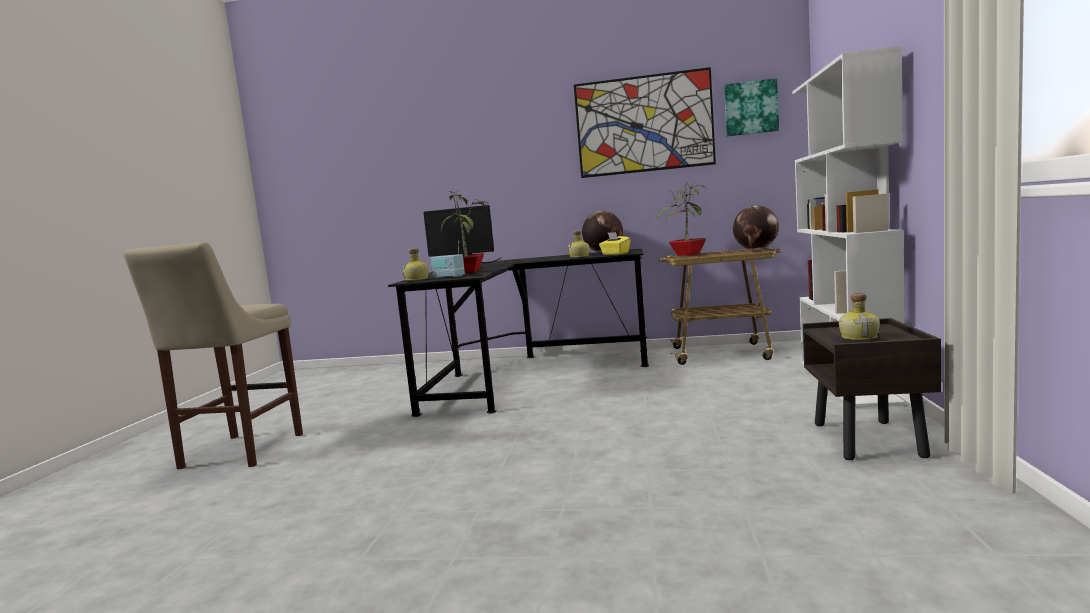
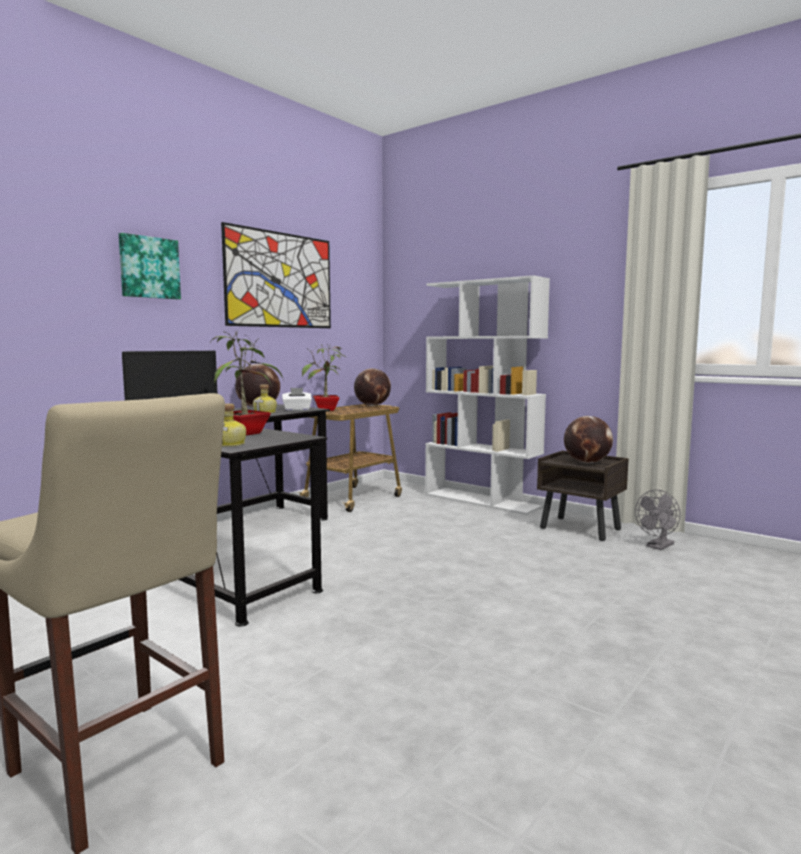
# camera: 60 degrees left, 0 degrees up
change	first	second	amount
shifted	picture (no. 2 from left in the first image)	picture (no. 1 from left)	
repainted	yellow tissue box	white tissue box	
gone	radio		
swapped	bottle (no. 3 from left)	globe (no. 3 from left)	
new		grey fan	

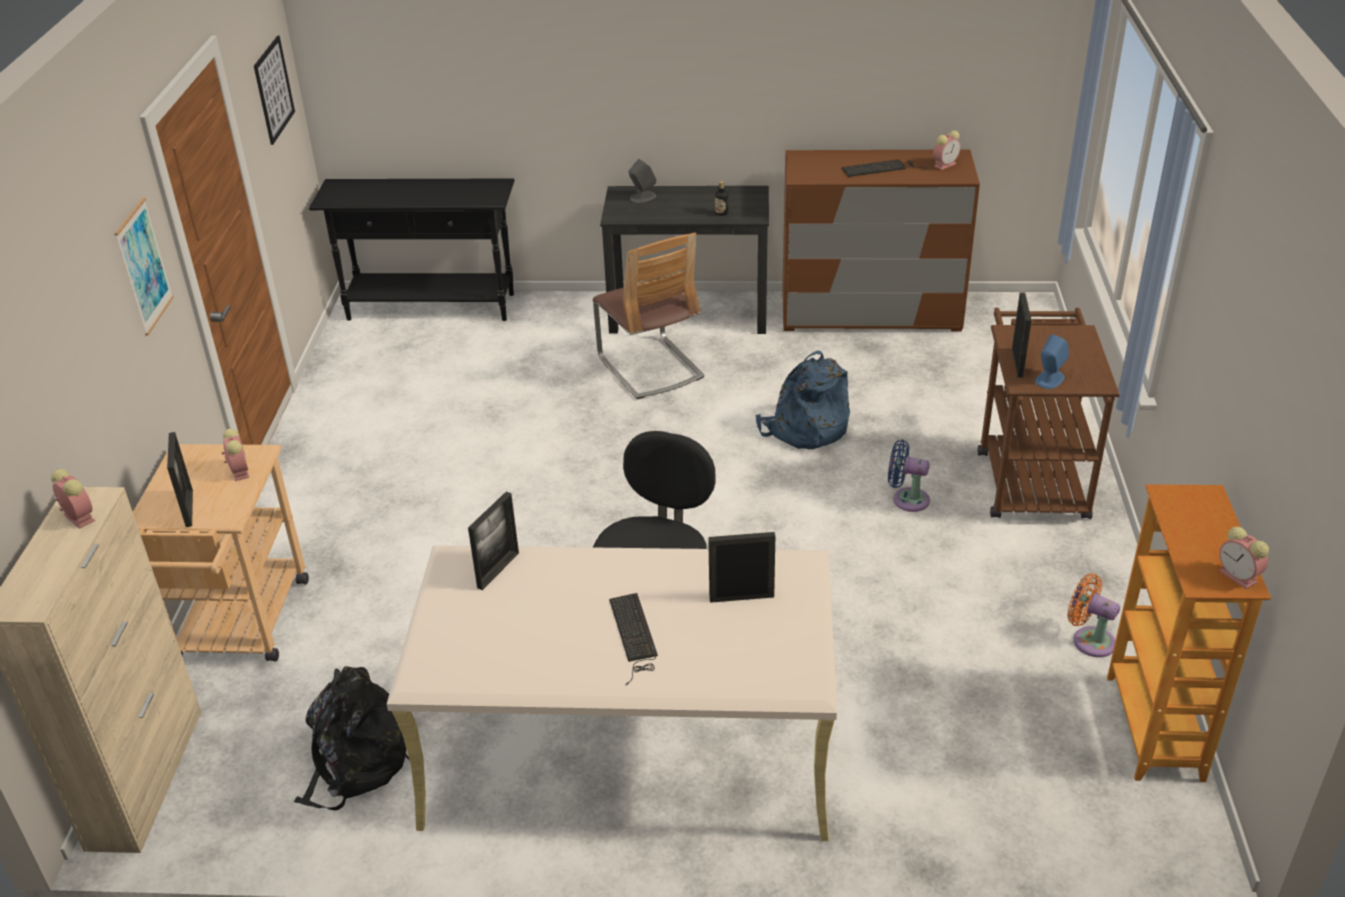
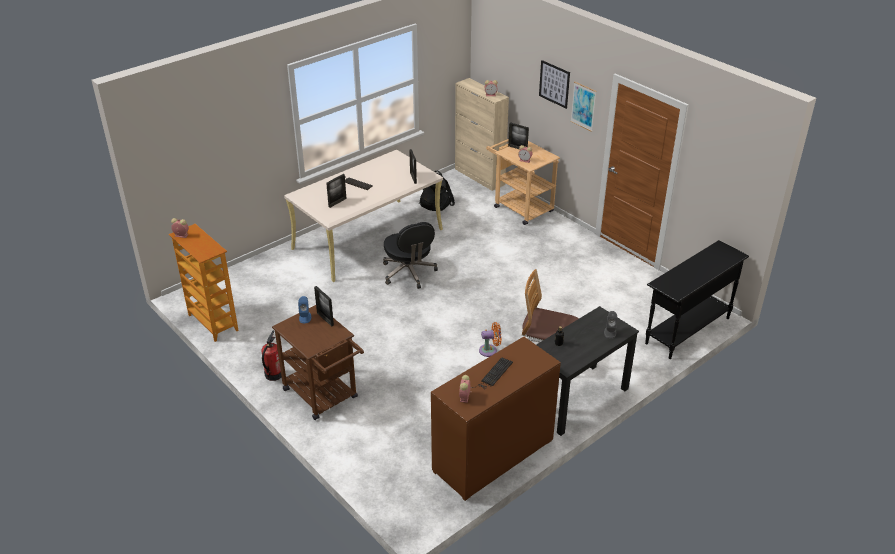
# camera: 135 degrees right, 0 degrees up
change	first	second	amount
shifted	picture (no. 2 from left in the first image)	picture (no. 1 from left)	
gone	blue backpack		
gone	blue fan		
shifted	orange fan		
new		fire extinguisher	

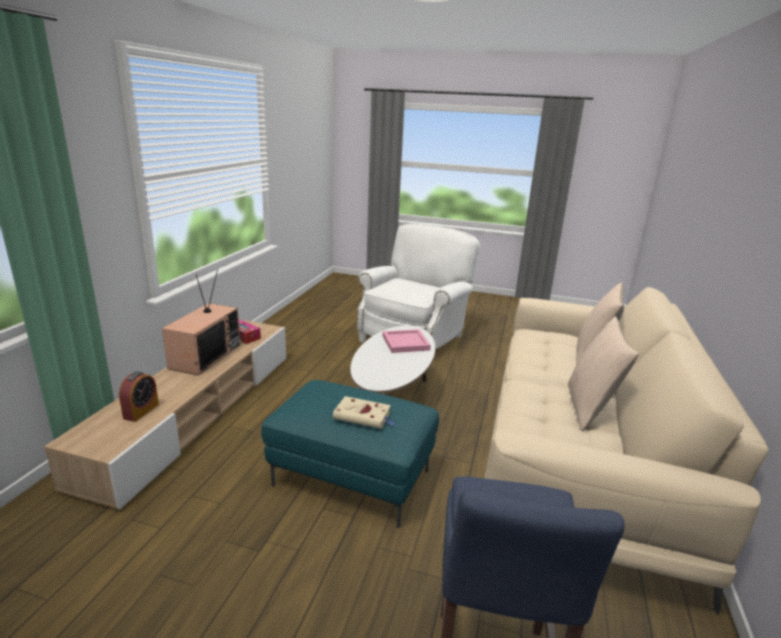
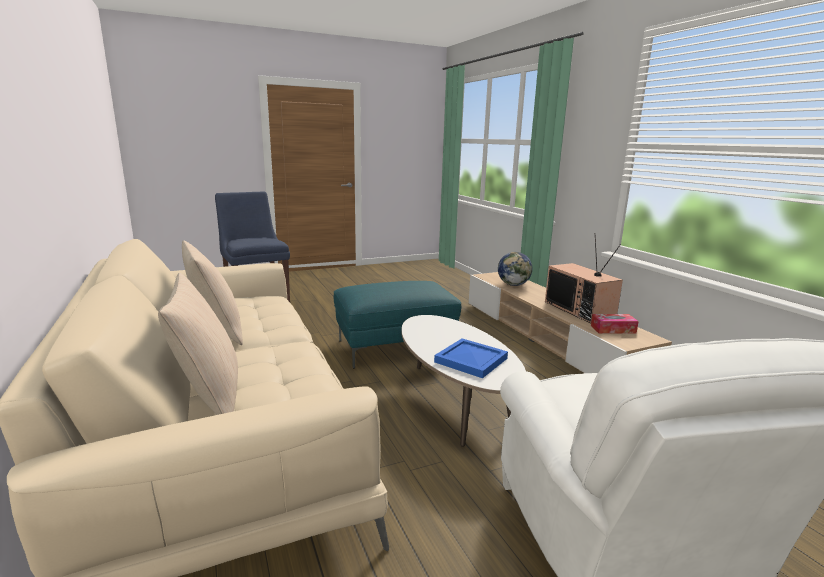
# camera: 140 degrees right, 5 degrees down
change	first	second	amount
repainted	pink tray	blue tray	
swapped	alarm clock	globe	
gone	beige book		

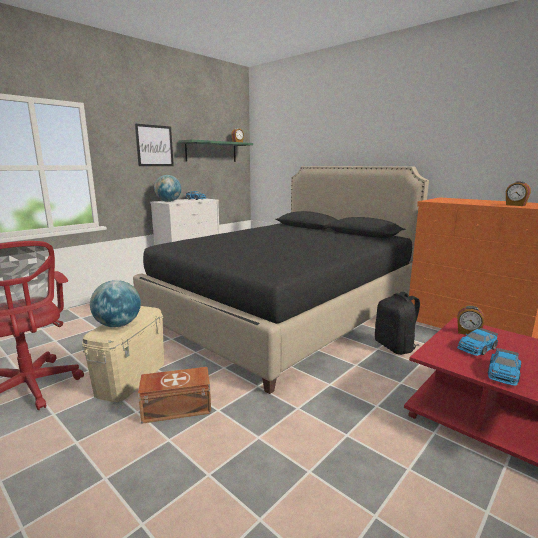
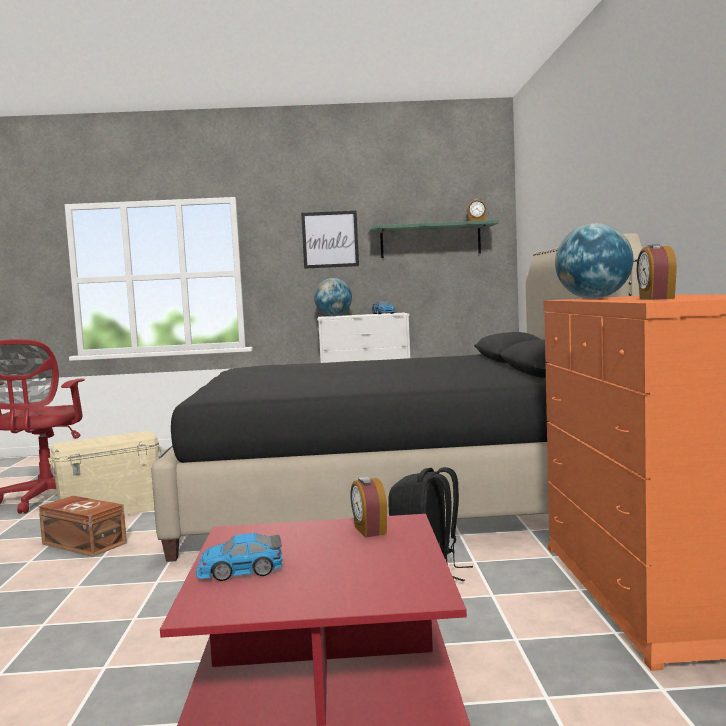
# camera: 45 degrees right, 10 degrees down
change	first	second	amount
shifted	globe (no. 1 from left in the first image)	globe (no. 2 from left)	
gone	toy car (no. 2 from left)		

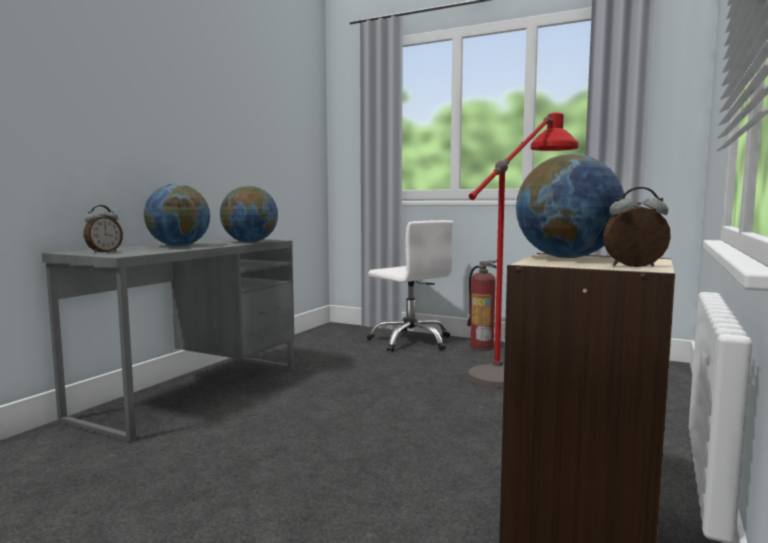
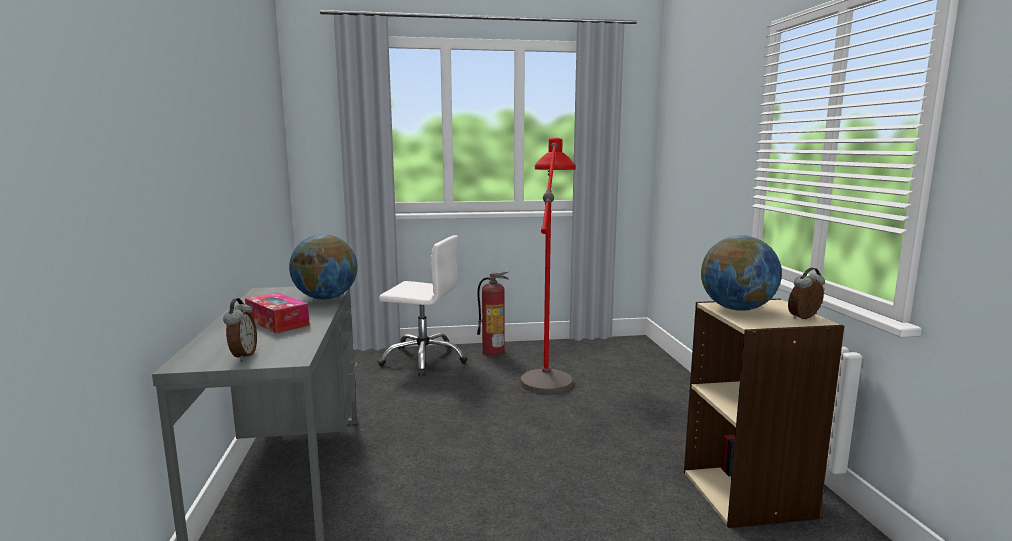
# camera: 35 degrees left, 5 degrees up
change	first	second	amount
swapped	globe (no. 1 from left)	tissue box	

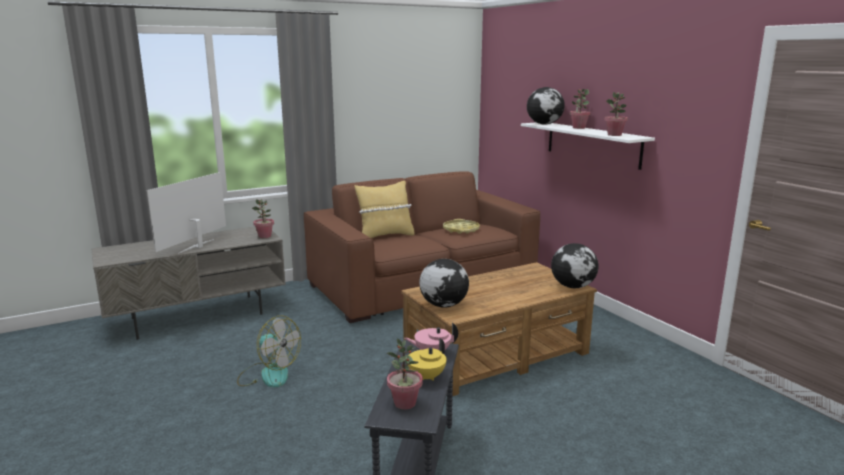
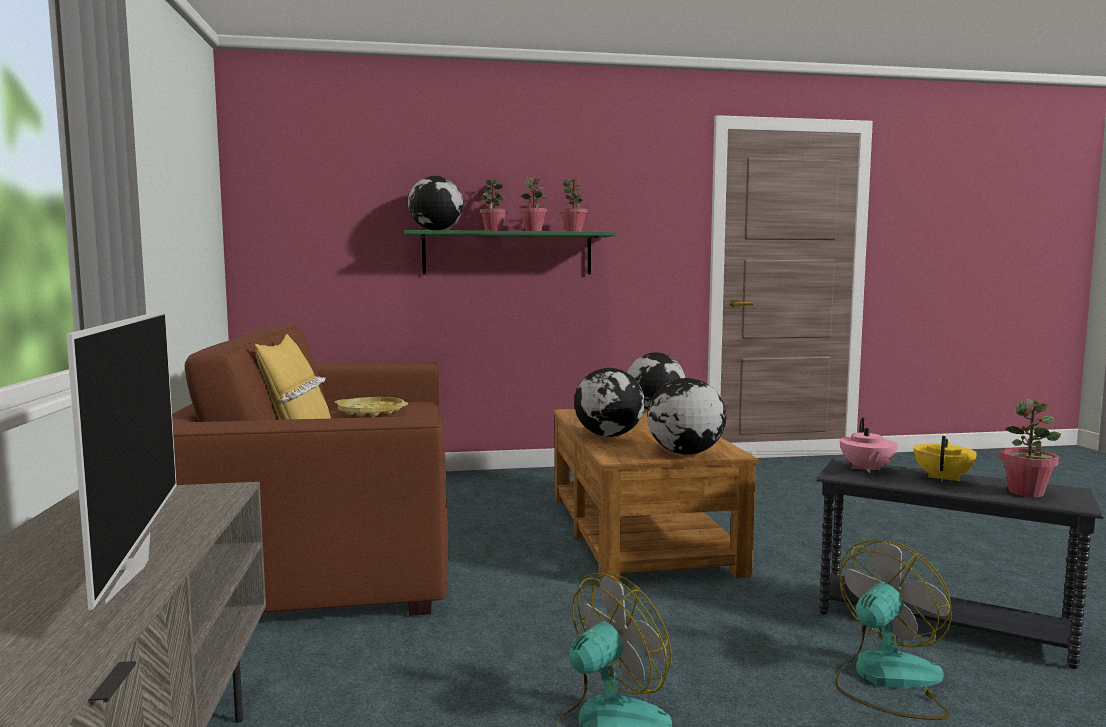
# camera: 70 degrees left, 10 degrees down
change	first	second	amount
repainted	white shelf	green shelf	
rotated	television		150 degrees counterclockwise
shifted	potted plant (no. 1 from left in the first image)	potted plant (no. 2 from left)	
rotated	yellow teapot		120 degrees counterclockwise
new		globe (no. 2 from left)	
new		fan (no. 2 from left)	

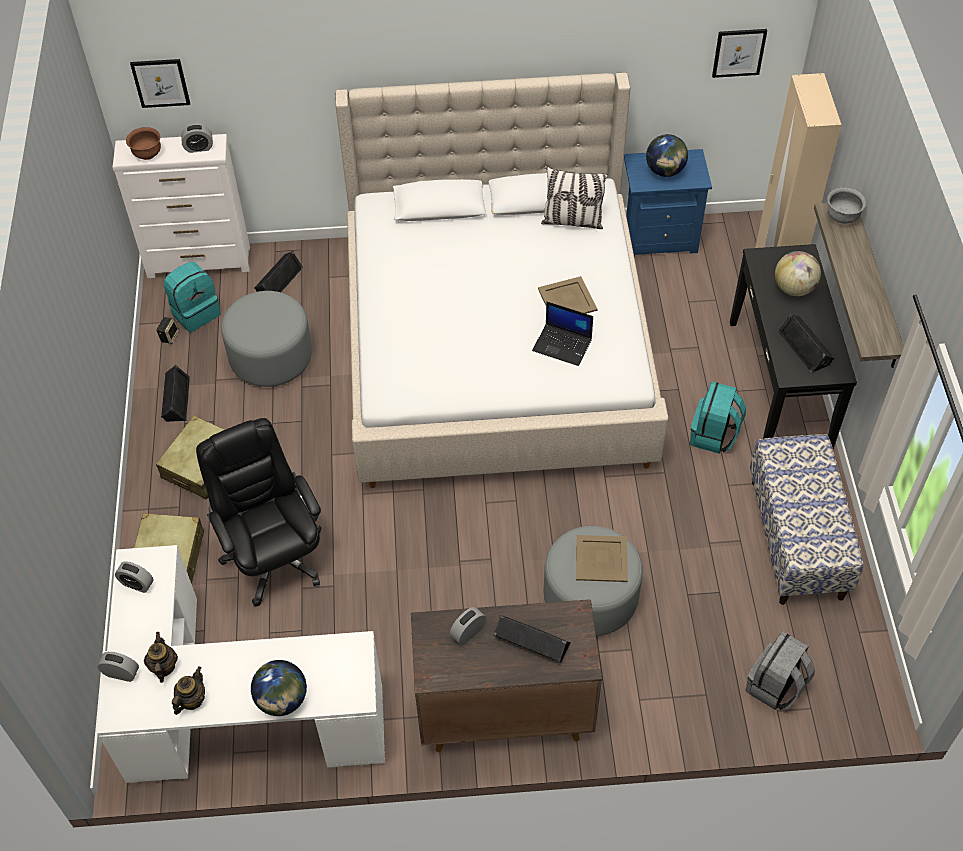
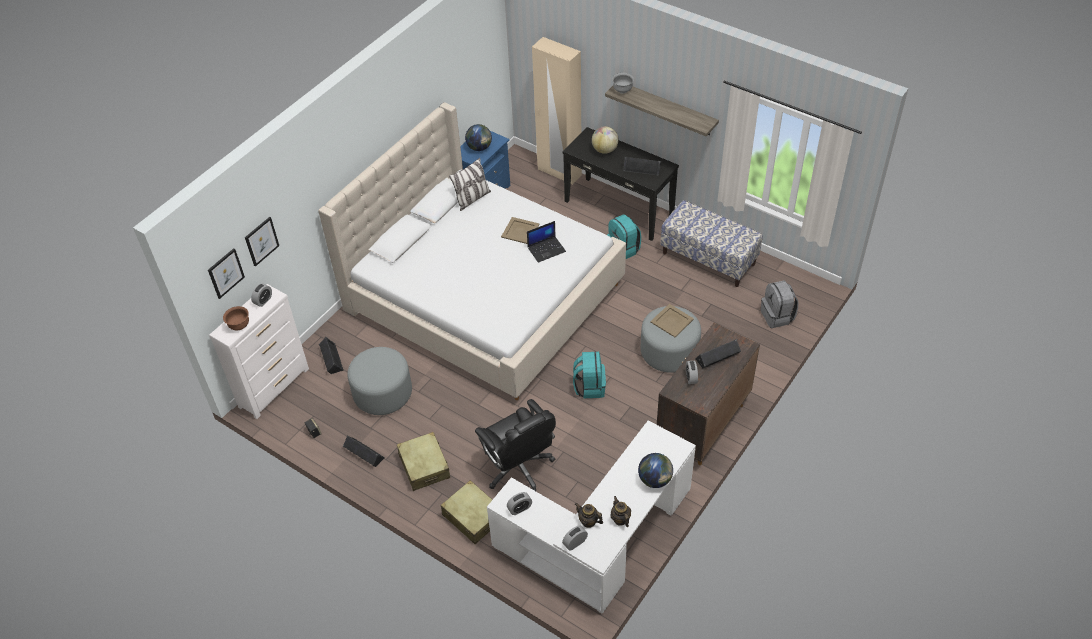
# camera: 50 degrees left, 5 degrees down
change	first	second	amount
shifted	picture (no. 2 from left)		
shifted	turquoise backpack (no. 1 from left)		
rotated	black office chair		135 degrees counterclockwise

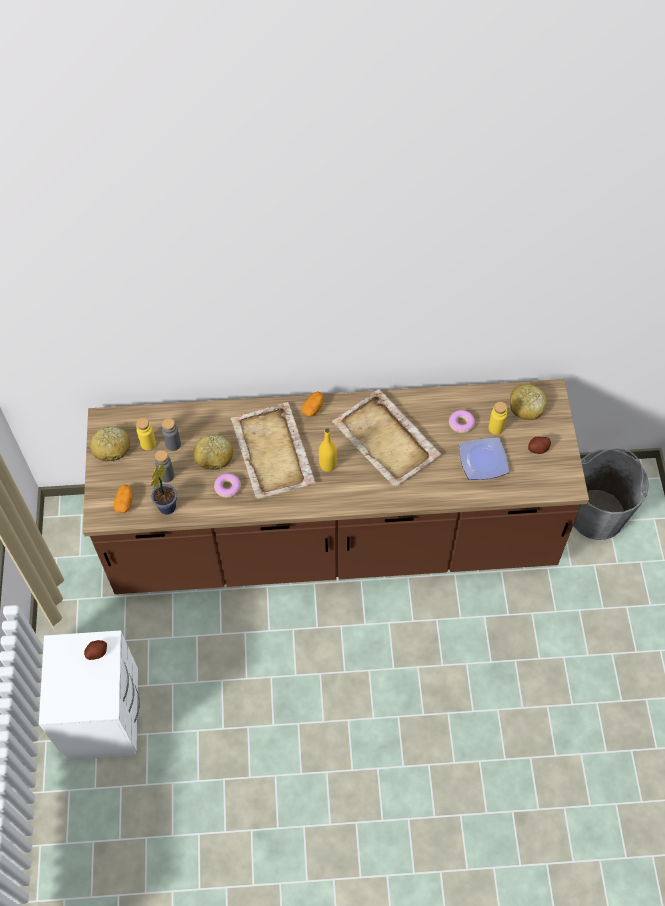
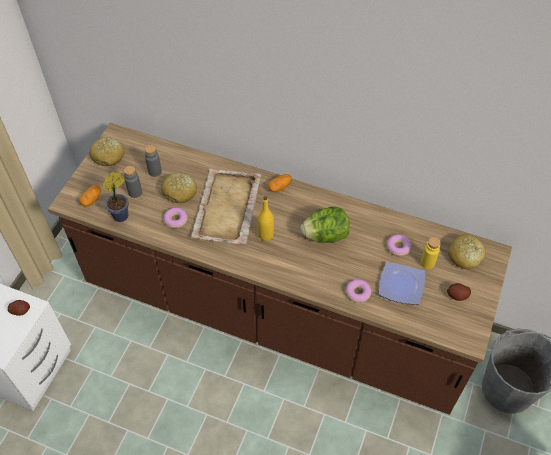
# camera: 25 degrees right, 5 degrees down
change	first	second	amount
swapped	beige tray (no. 2 from left)	lettuce	
gone	yellow bottle (no. 1 from left)		
new		donut (no. 2 from left)	

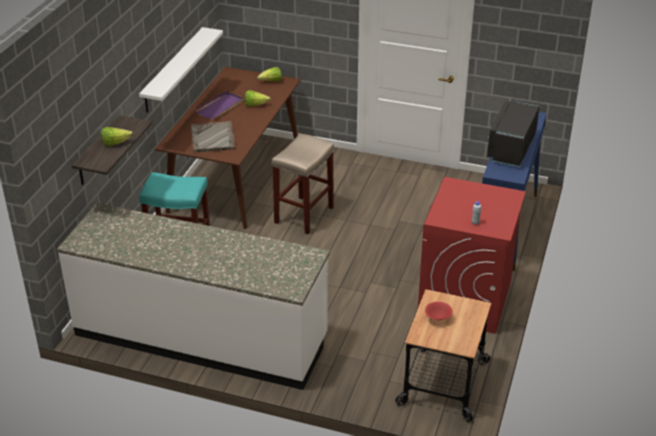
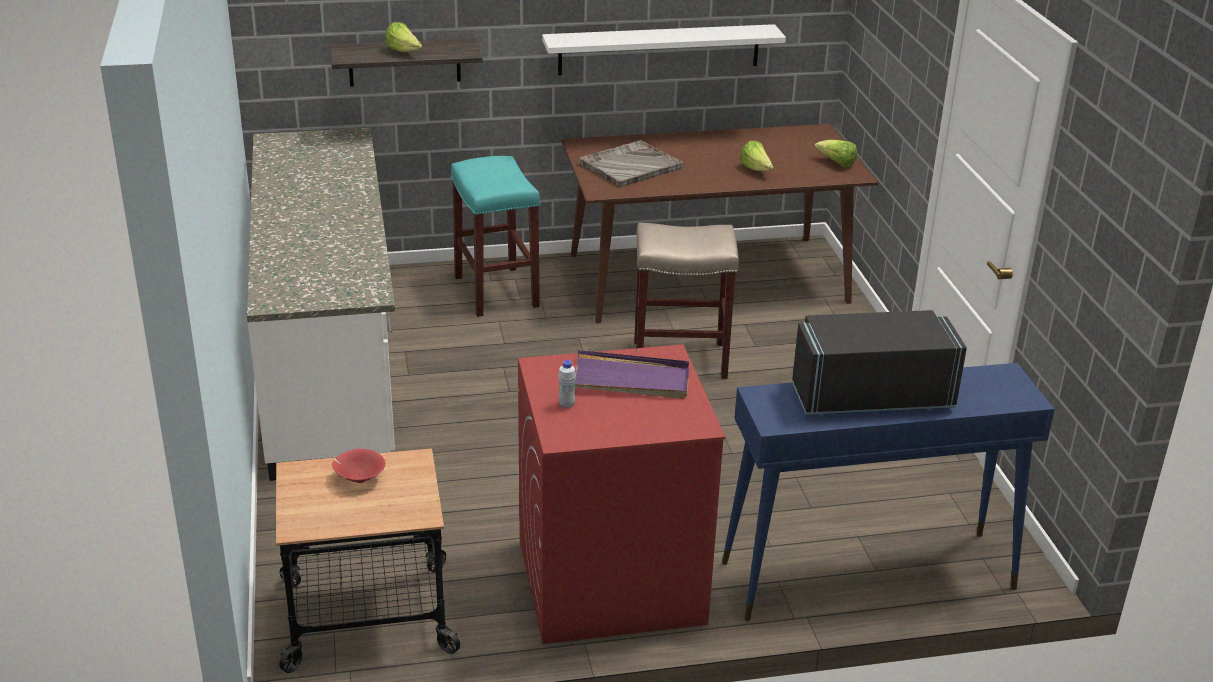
# camera: 60 degrees right, 5 degrees down
change	first	second	amount
shifted	purple tray		

